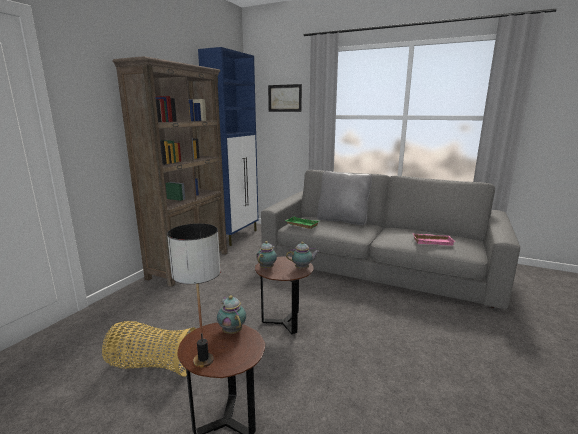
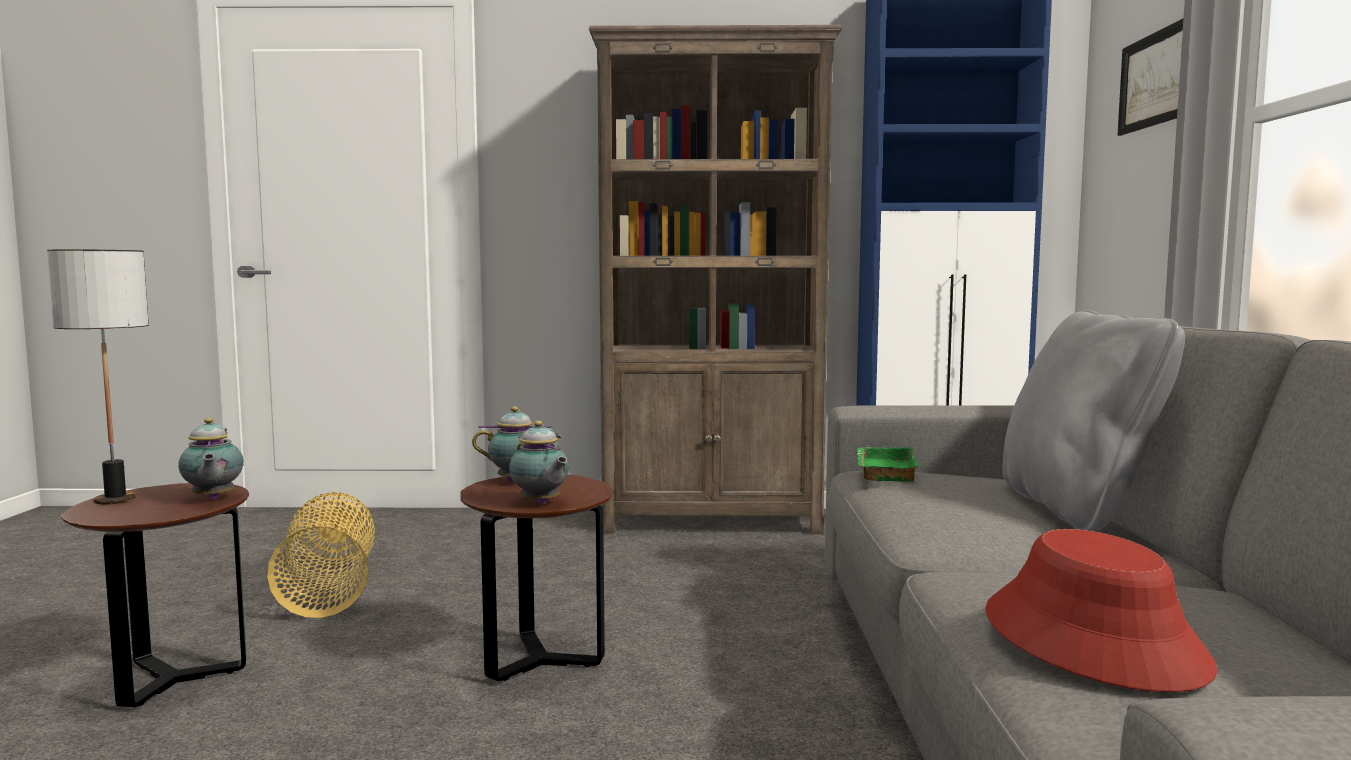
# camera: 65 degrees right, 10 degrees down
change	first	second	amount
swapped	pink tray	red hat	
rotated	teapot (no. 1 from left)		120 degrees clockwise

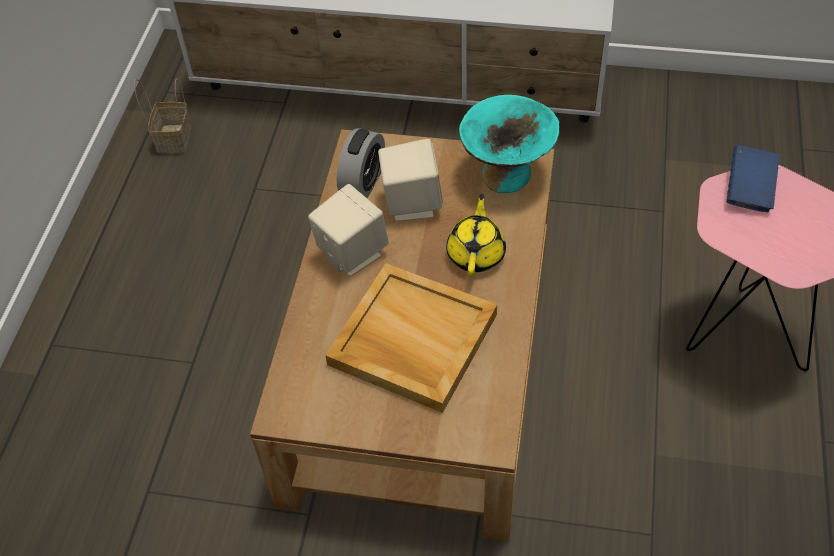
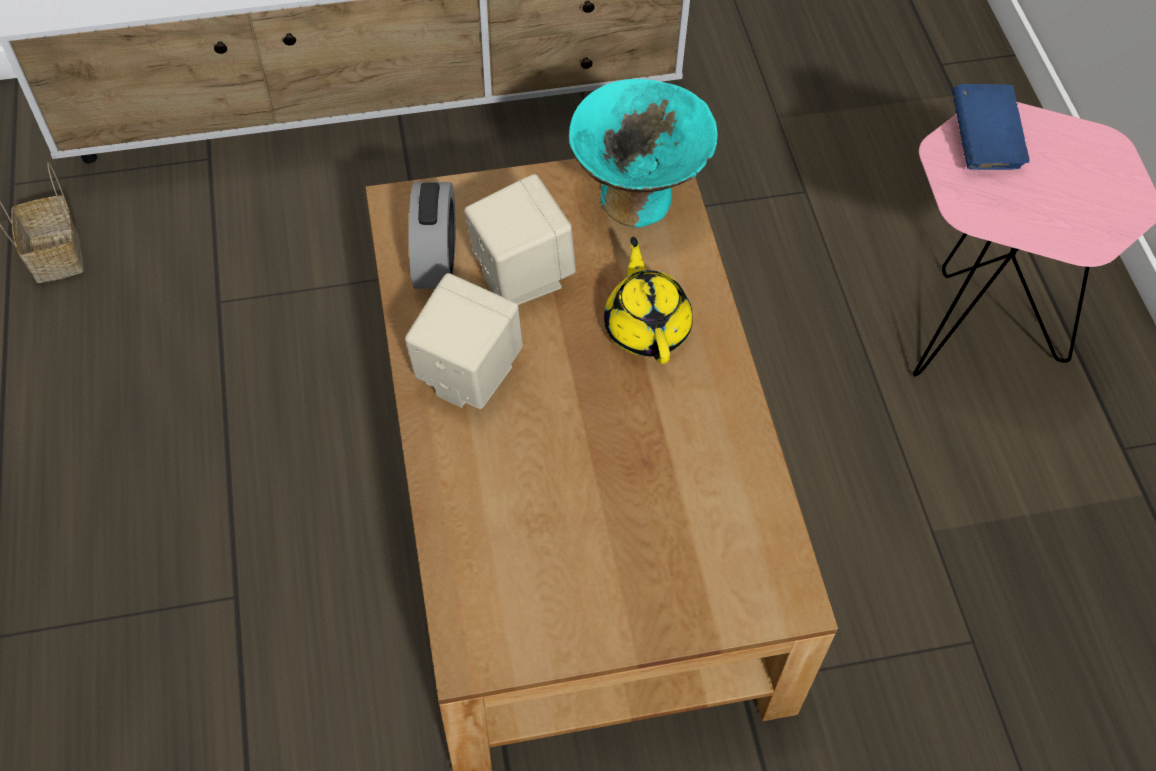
# camera: 25 degrees left, 5 degrees up
change	first	second	amount
gone	beige tray		

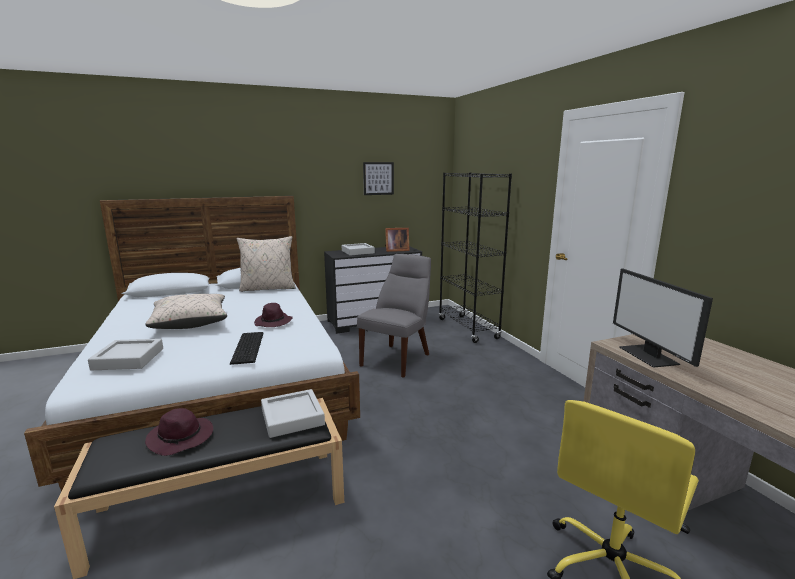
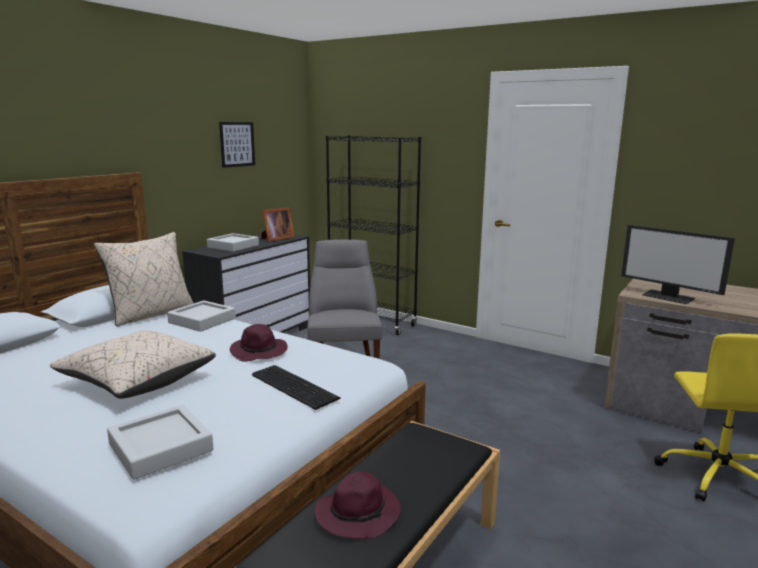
# camera: 35 degrees left, 0 degrees up
change	first	second	amount
shifted	grey tray (no. 2 from left)		

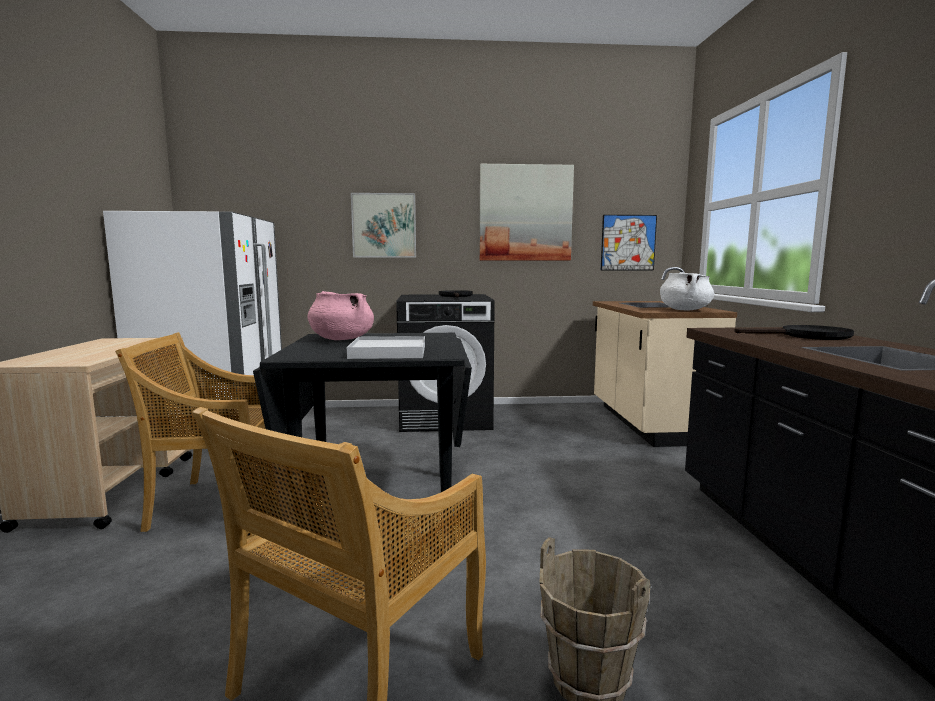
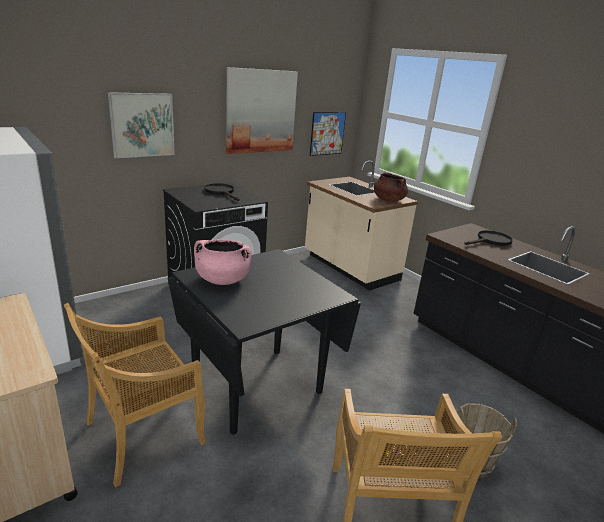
# camera: 35 degrees left, 15 degrees up
change	first	second	amount
repainted	white cooking pot	brown cooking pot	
gone	white tray		

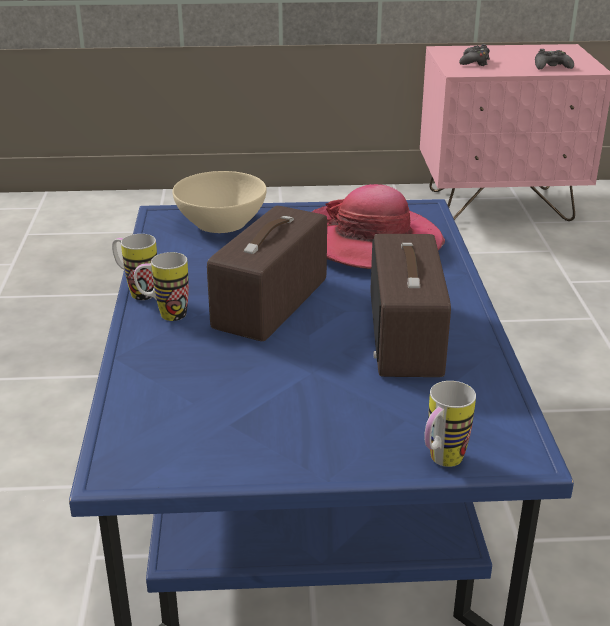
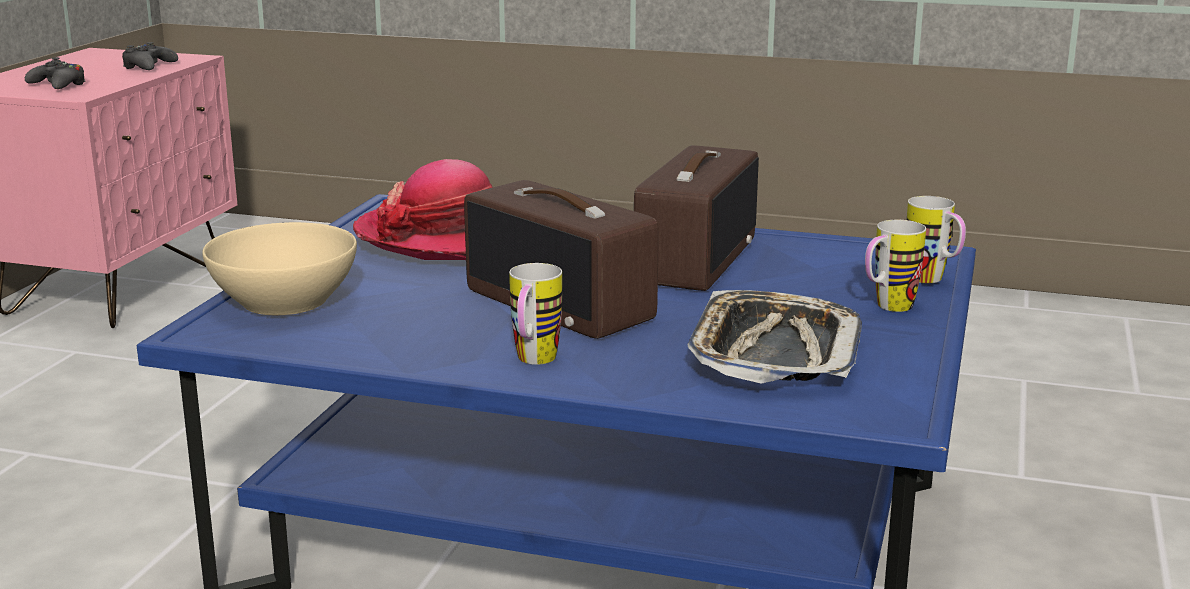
# camera: 70 degrees left, 10 degrees down
change	first	second	amount
shifted	mug (no. 1 from left in the first image)	mug (no. 2 from left)	
rotated	radio (no. 2 from left)		90 degrees counterclockwise
new		tray	

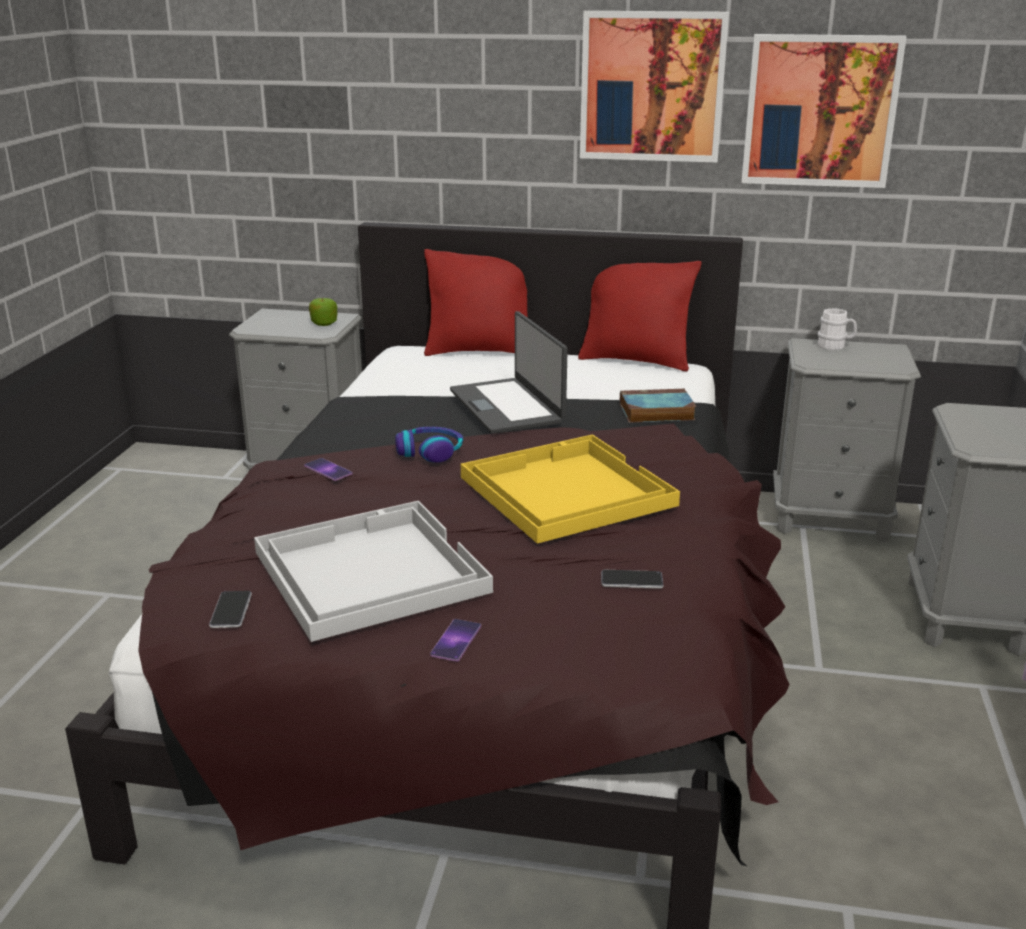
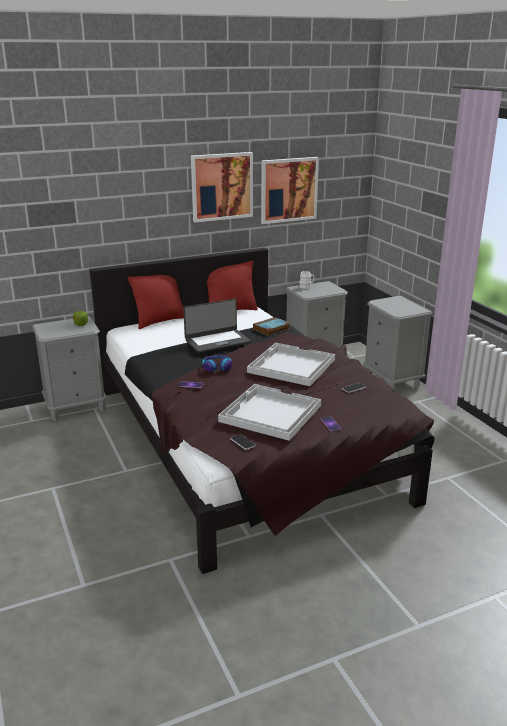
# camera: 35 degrees left, 0 degrees up
change	first	second	amount
rotated	laptop		60 degrees counterclockwise
repainted	yellow tray	white tray (no. 2 from left)	

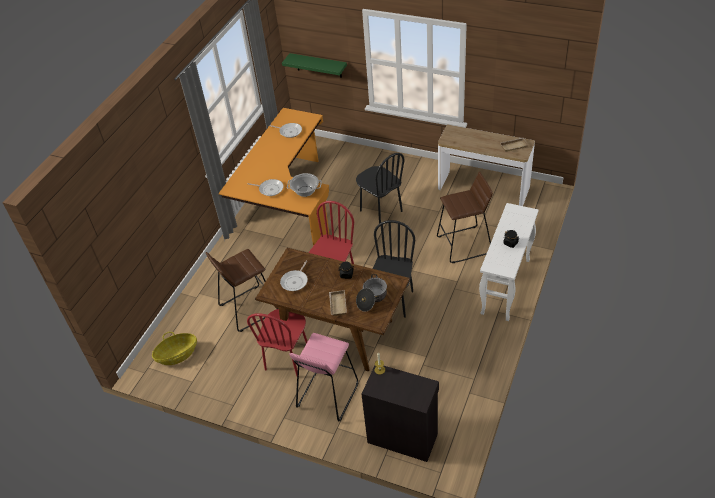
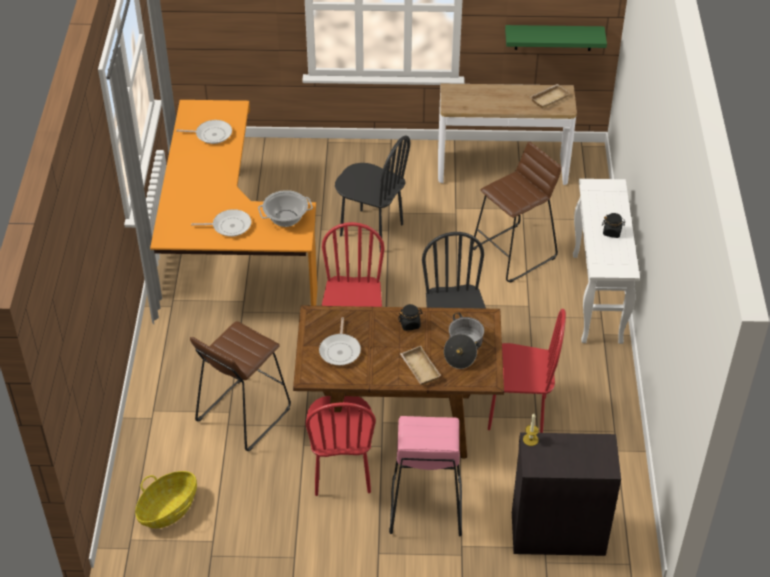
# camera: 25 degrees left, 0 degrees up
change	first	second	amount
shifted	green shelf		
new		red chair (no. 3 from left)	

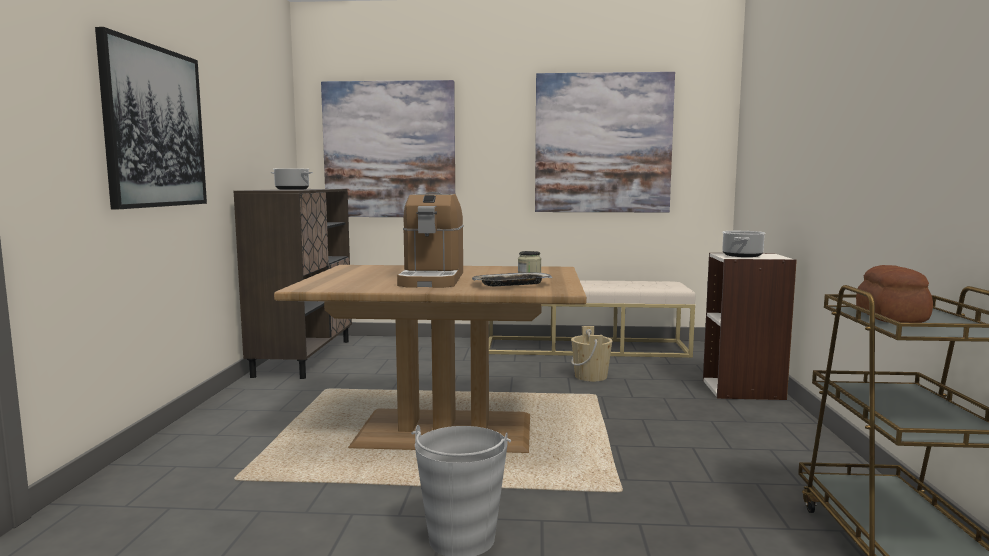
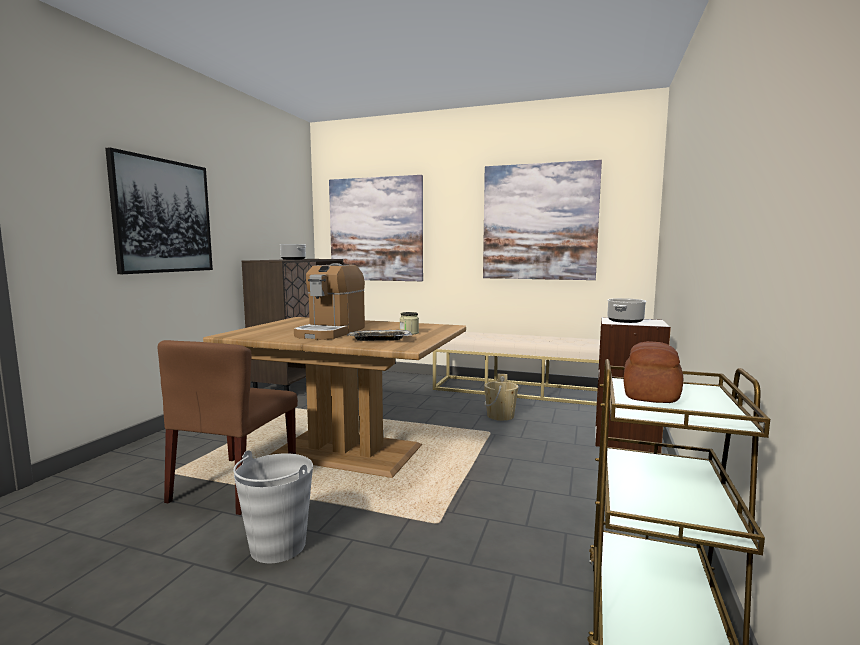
# camera: 15 degrees right, 0 degrees up
change	first	second	amount
new		brown chair	

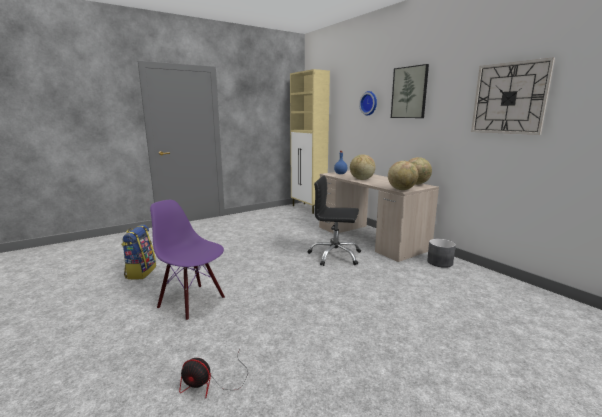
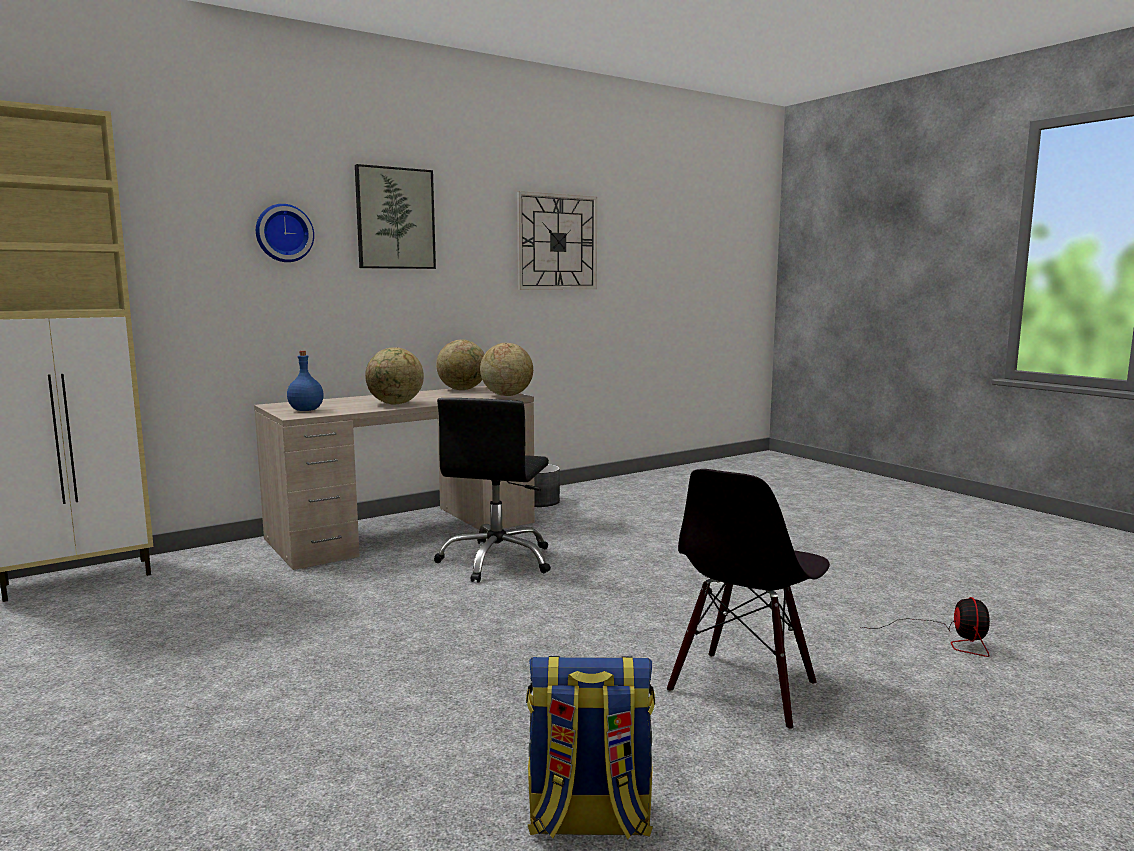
# camera: 90 degrees left, 5 degrees down
change	first	second	amount
repainted	purple chair	black chair	

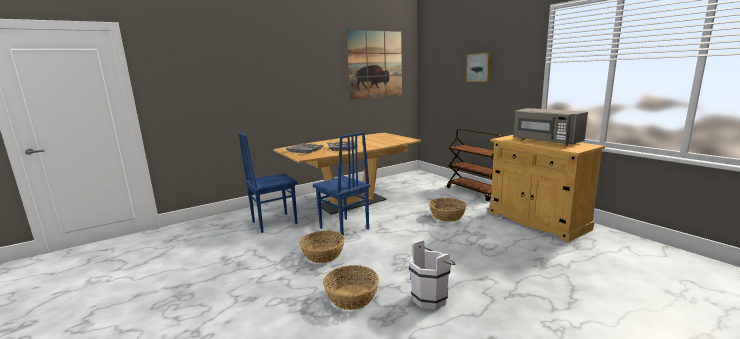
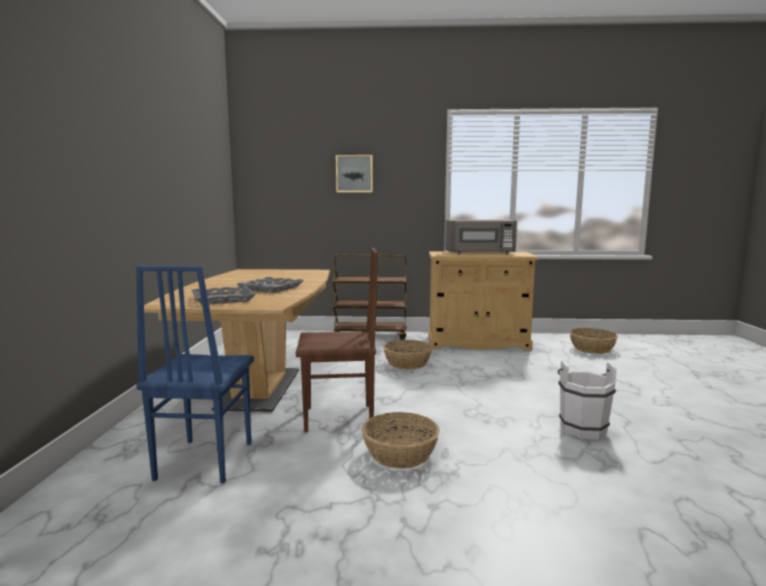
# camera: 55 degrees left, 5 degrees down
change	first	second	amount
gone	picture (no. 1 from left)		
repainted	blue chair (no. 2 from left)	brown chair	
shifted	basket (no. 2 from left in the first image)	basket (no. 3 from left)	

